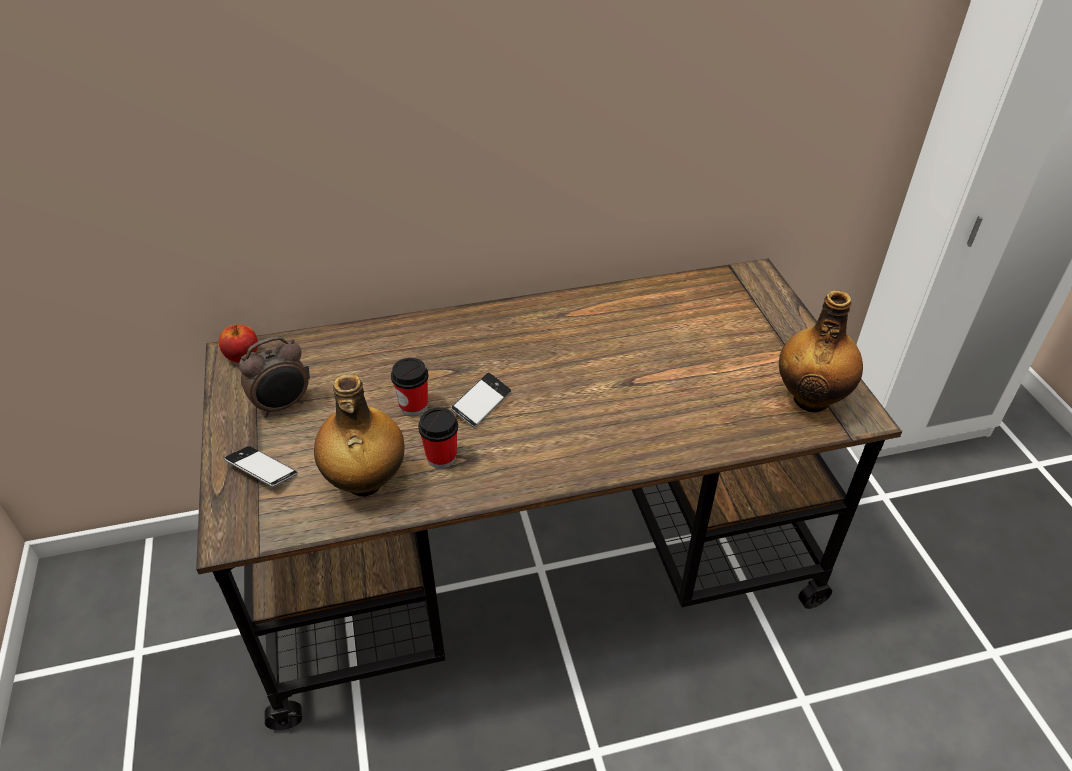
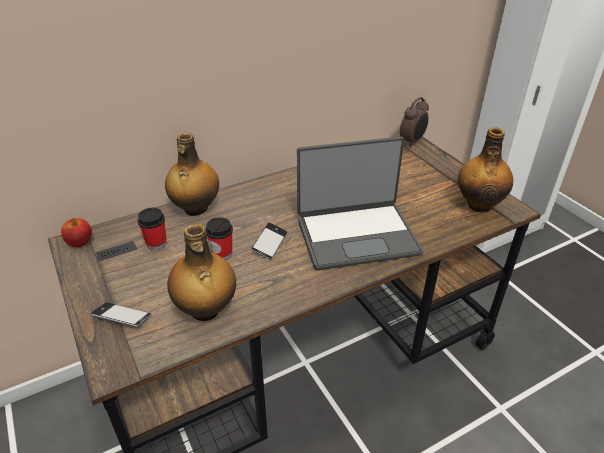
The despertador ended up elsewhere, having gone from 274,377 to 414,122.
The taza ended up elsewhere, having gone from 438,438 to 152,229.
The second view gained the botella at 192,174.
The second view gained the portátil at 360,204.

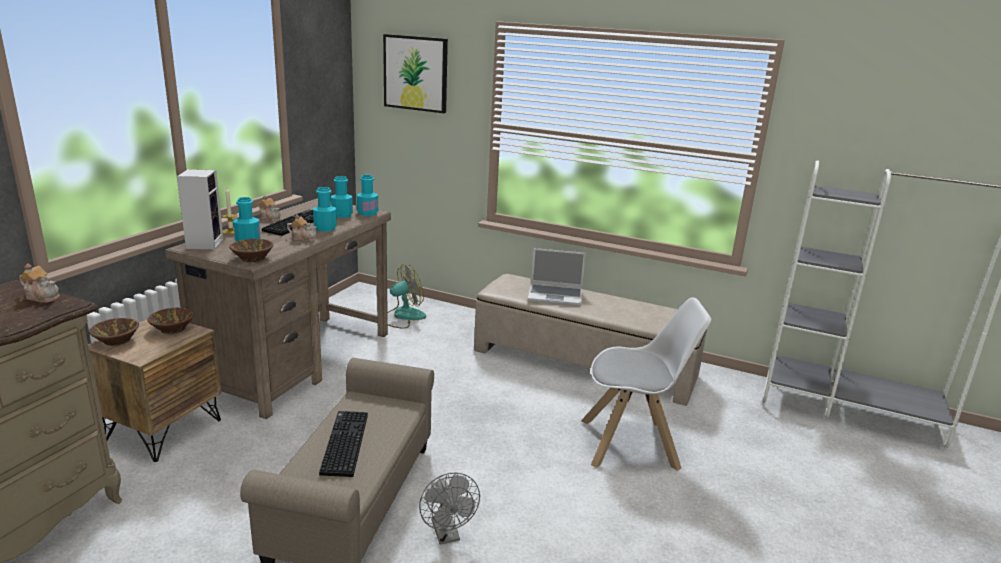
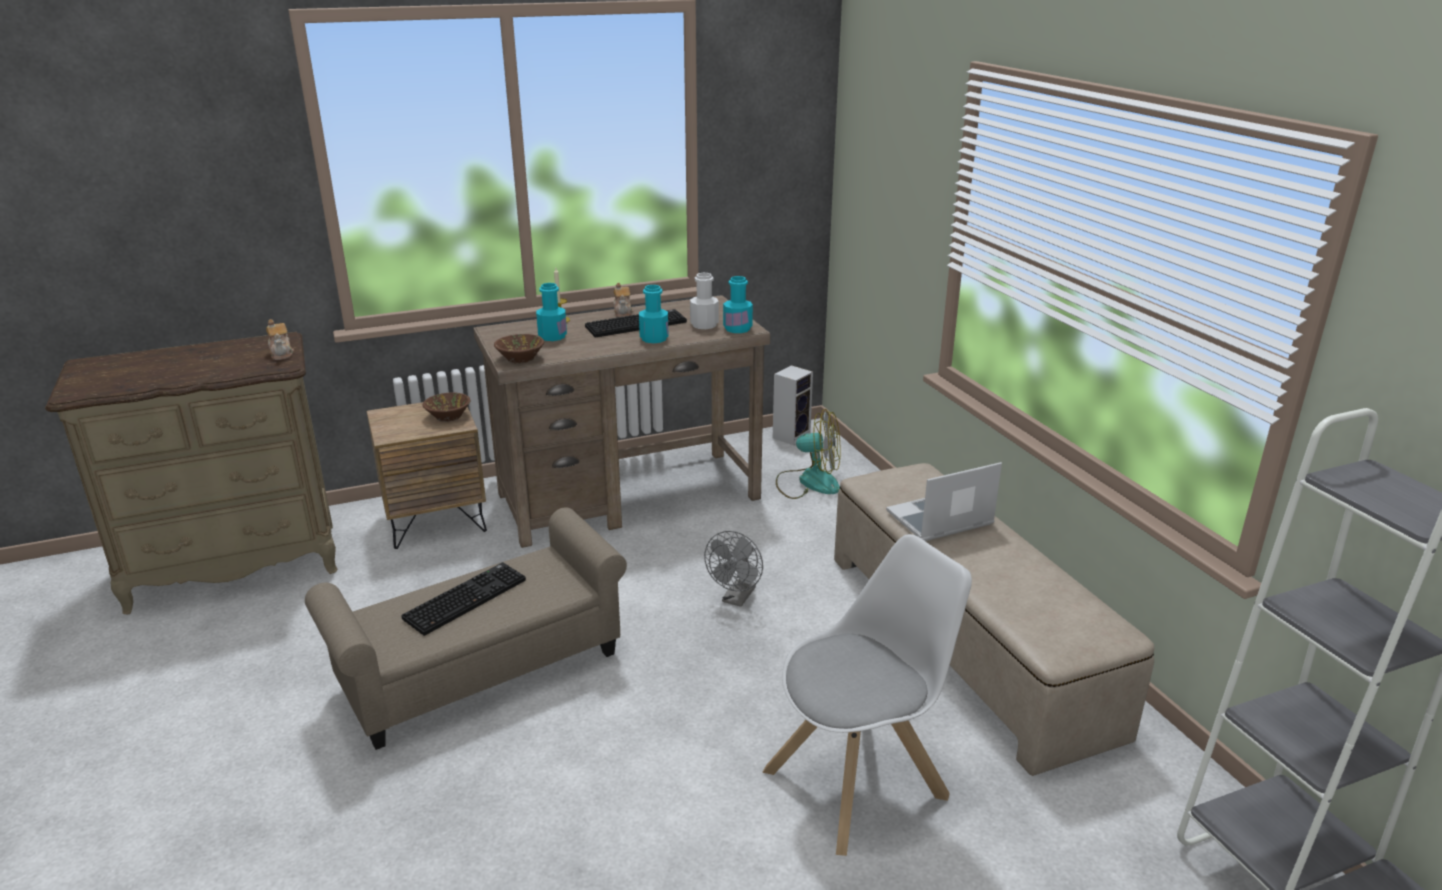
The second view lost the cuenco [marrón] at 114,332.
The altavoz ended up elsewhere, having gone from 200,209 to 793,405.
The second view lost the tetera at 302,228.
What was the botella [turquesa] at 342,197 turned into the botella [blanco] at 704,301.
The second view lost the cuadro at 415,73.
The ventilador [gris] ended up elsewhere, having gone from 449,508 to 733,569.
The portátil at 557,277 ended up facing another way, 105 degrees clockwise from before.
The silla at 646,384 ended up facing another way, 75 degrees counterclockwise from before.

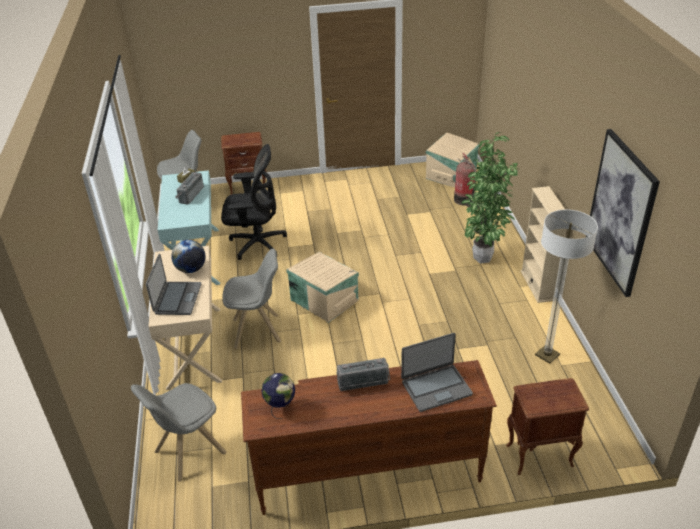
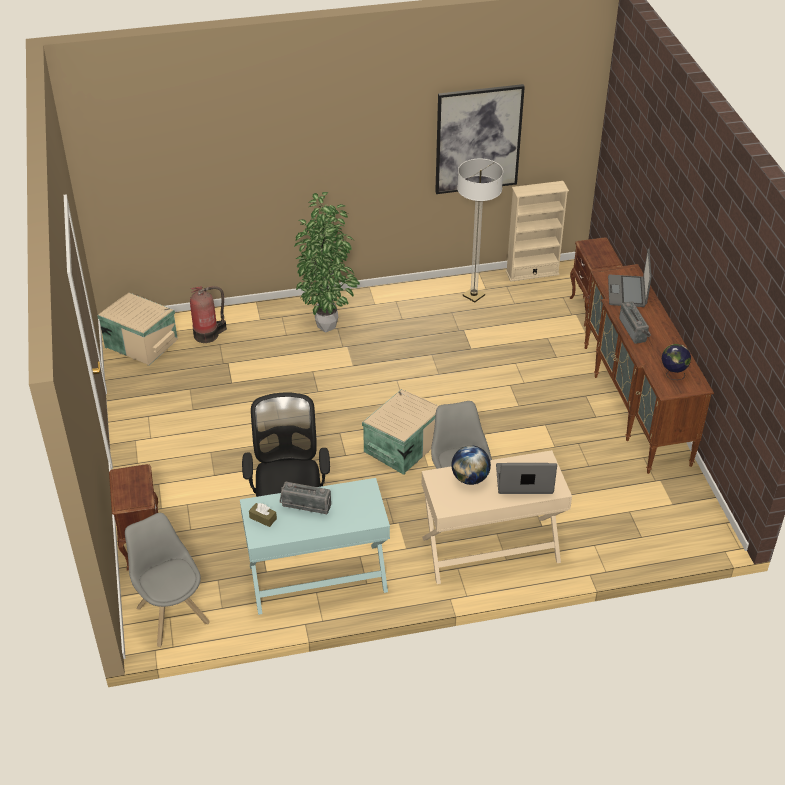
The second view lost the silla [gris] at 178,432.
The portátil at 437,372 ended up facing another way, 150 degrees counterclockwise from before.
The estantería [beis] ended up elsewhere, having gone from 544,244 to 537,231.

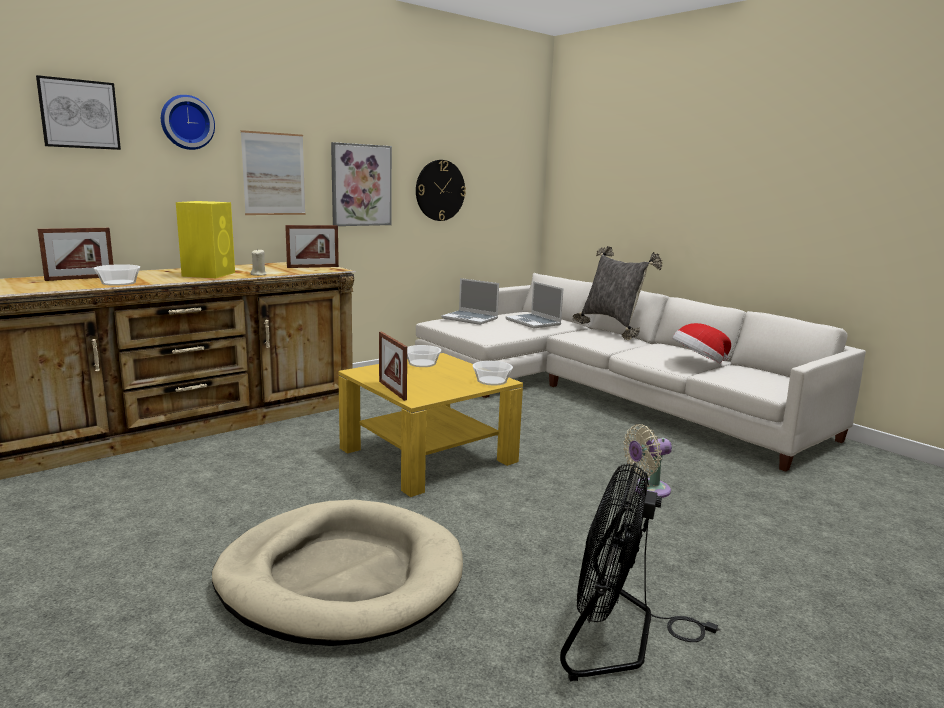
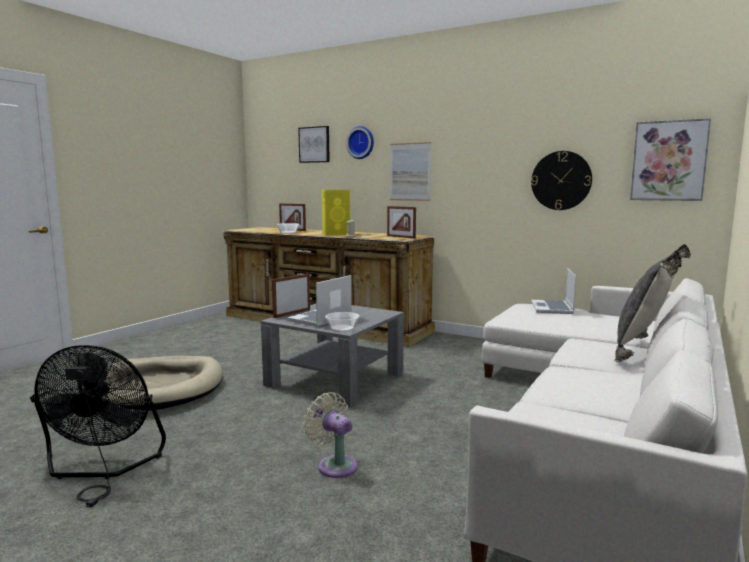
The cuadro ended up elsewhere, having gone from 361,184 to 670,159.
What was the mesa de centro [amarillo] at 430,425 turned into the mesa de centro [gris] at 332,355.
The second view lost the cuenco at 424,356.
The portátil ended up elsewhere, having gone from 534,304 to 319,301.
The second view lost the sombrero at 701,343.

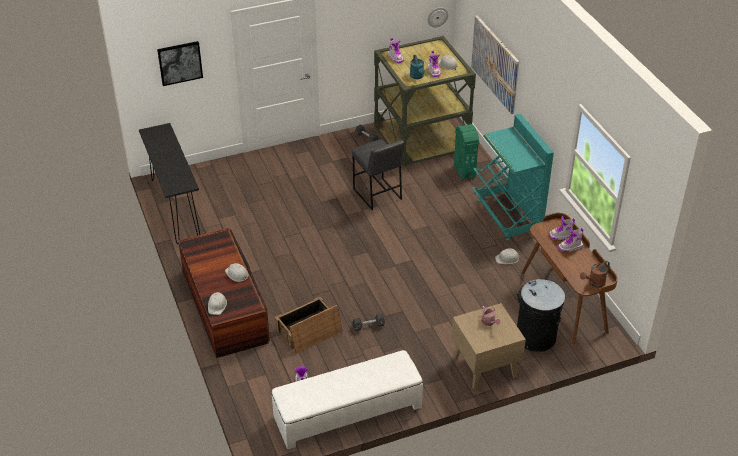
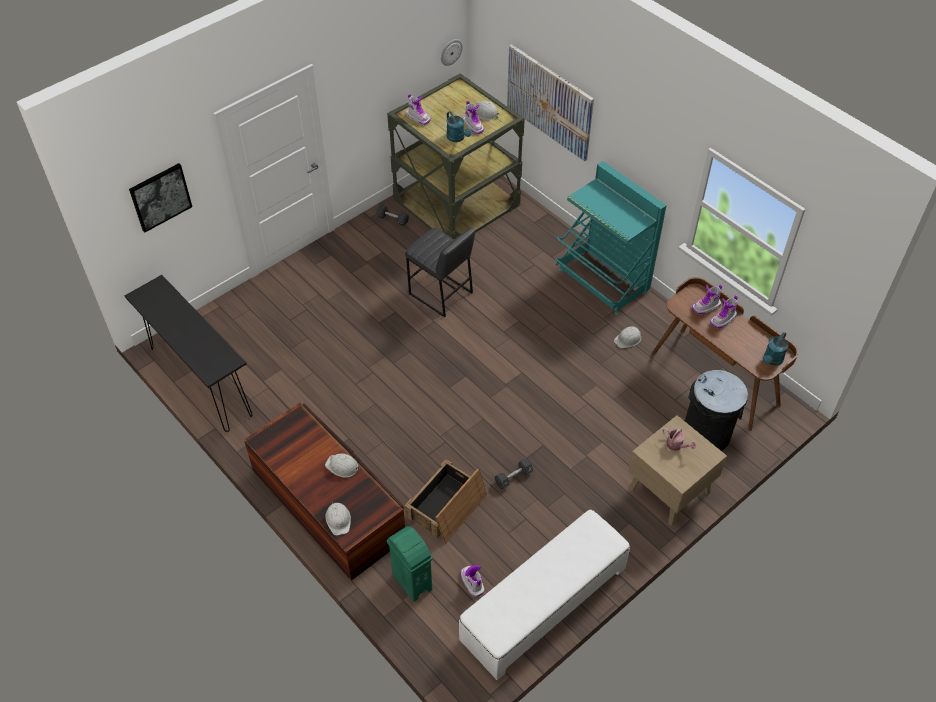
The papelera [verde] ended up elsewhere, having gone from 467,152 to 410,564.
What was the regadera [marrón] at 595,274 turned into the regadera [turquesa] at 775,348.

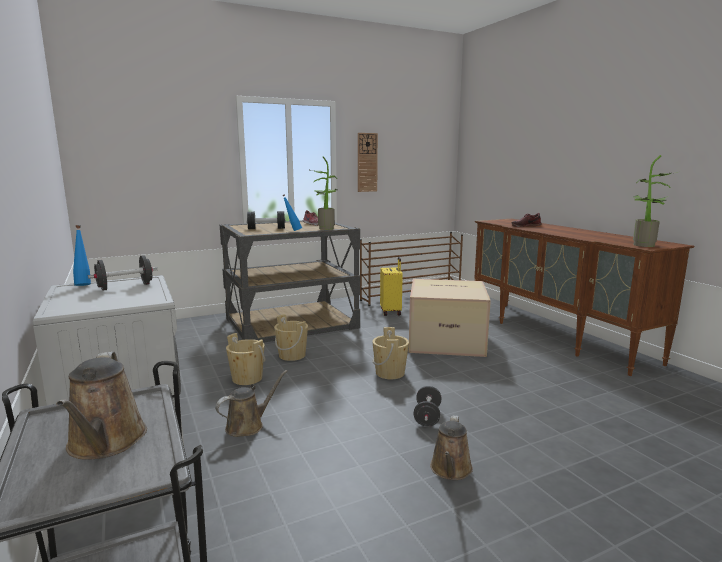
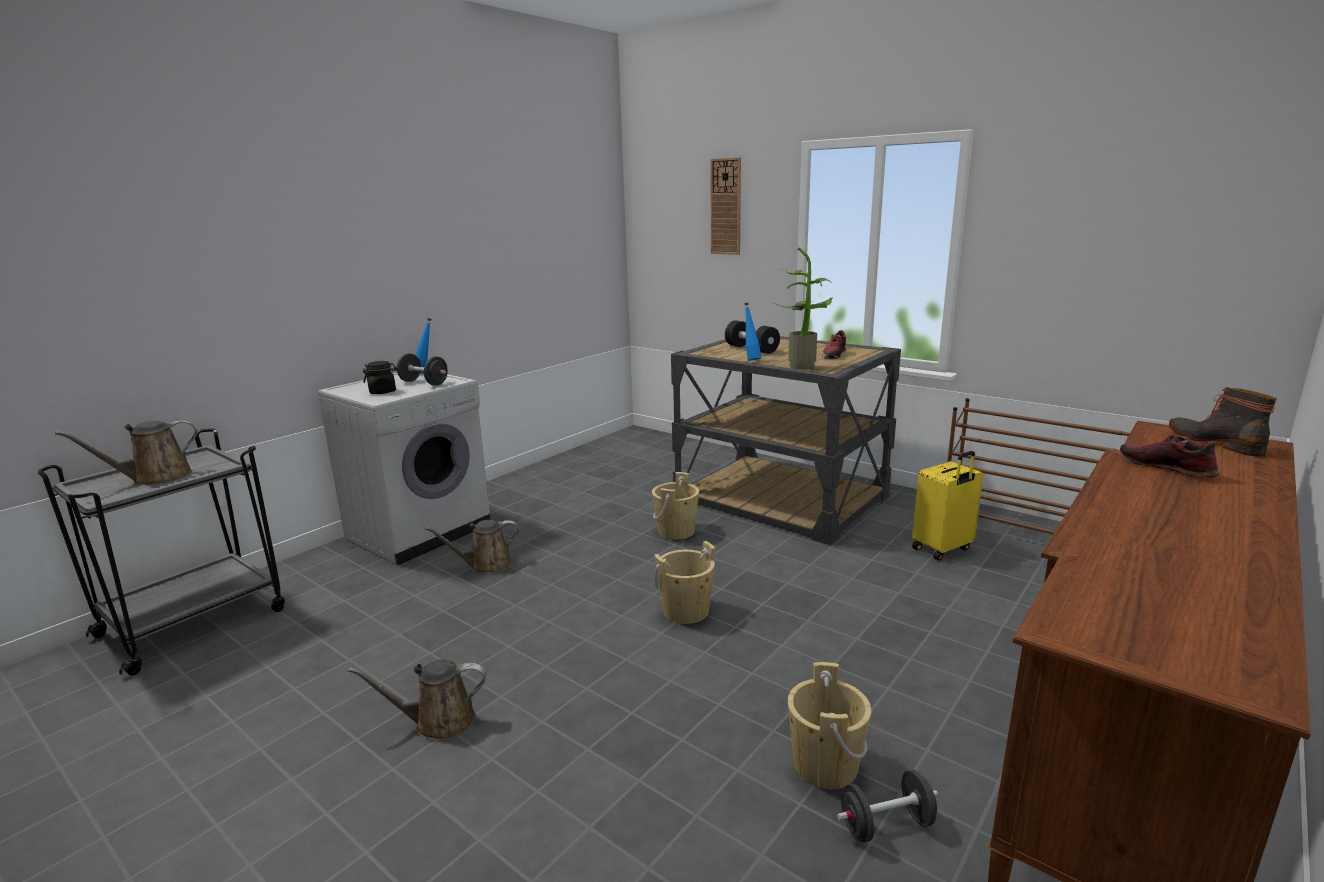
The regadera [marrón] at 251,403 ended up facing another way, 135 degrees clockwise from before.
The cubo [beis] ended up elsewhere, having gone from 246,359 to 829,725.
The reloj de pared ended up elsewhere, having gone from 368,162 to 726,206.
The second view lost the caja de cartón at 450,318.
The mancuerna [negro] ended up elsewhere, having gone from 427,406 to 887,806.
The second view lost the planta en maceta at 656,201.
The second view gained the tarro [negro] at 380,377.
The second view gained the bota at 1223,421.

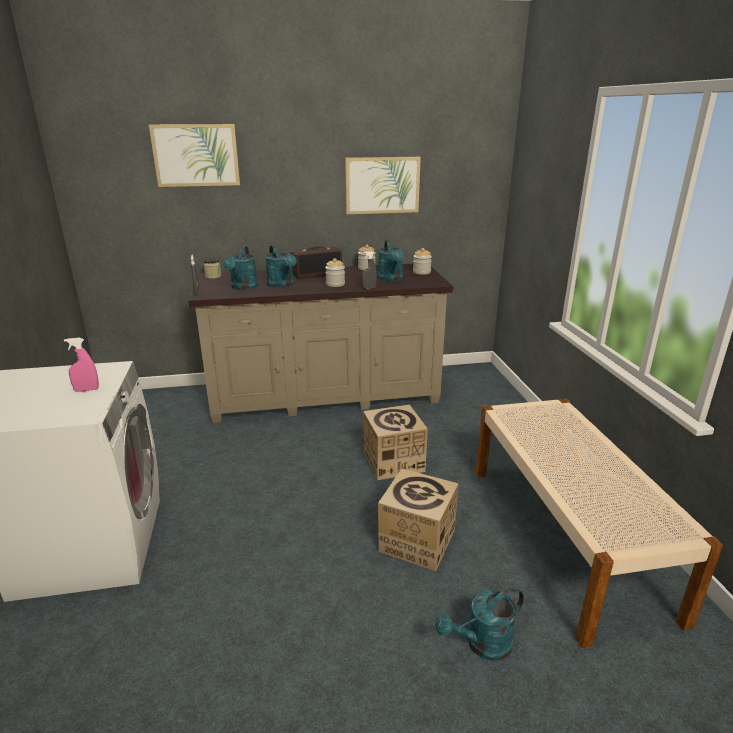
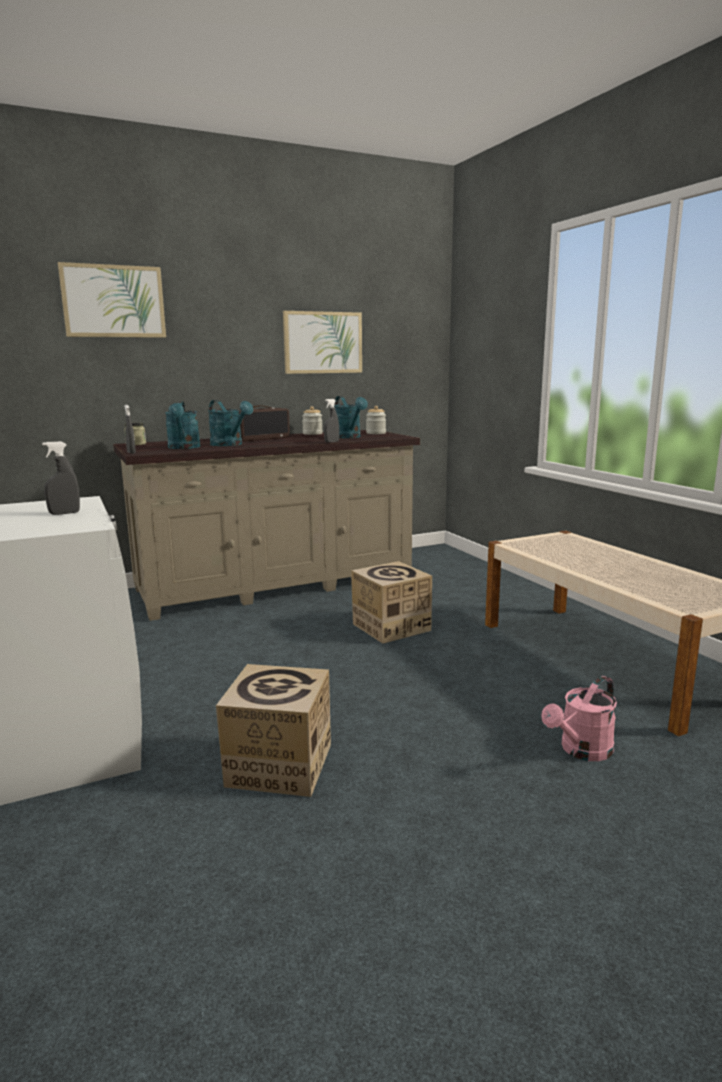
What was the pulverizador [rosa] at 81,365 turned into the pulverizador [gris] at 61,478.
The second view lost the tarro at 335,272.
The caja de cartón ended up elsewhere, having gone from 418,519 to 273,730.
What was the regadera [turquesa] at 479,623 turned into the regadera [rosa] at 579,718.

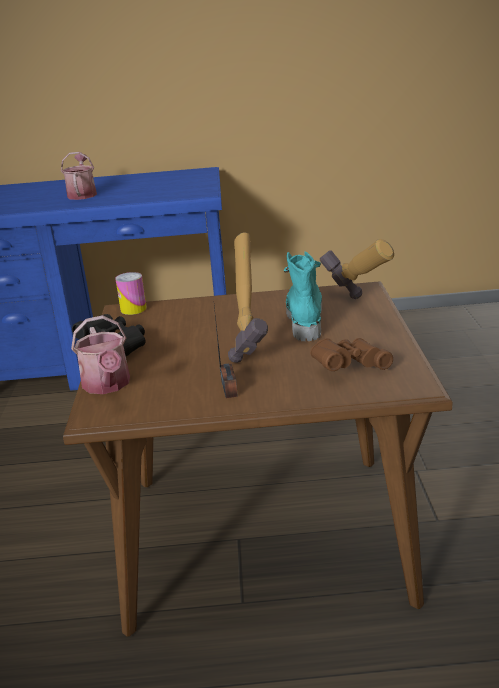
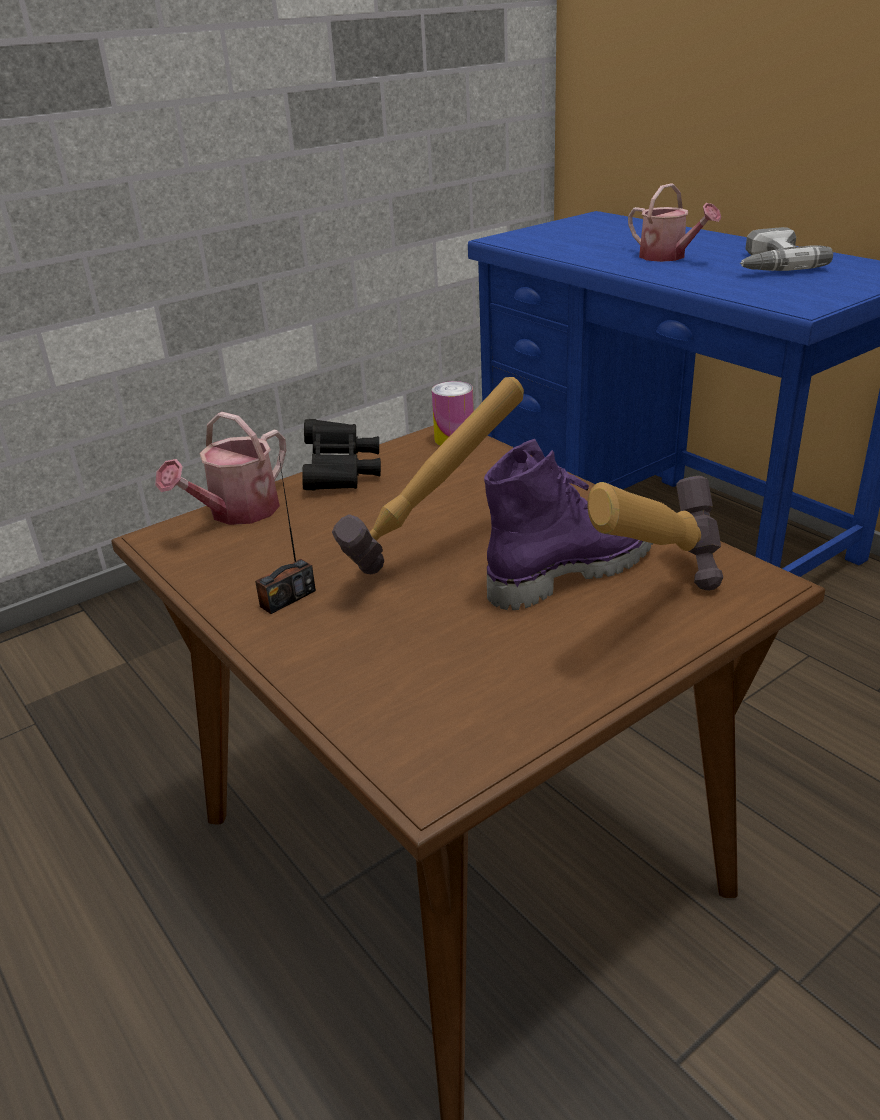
The regadera at 79,176 ended up facing another way, 90 degrees clockwise from before.
What was the bota [turquesa] at 303,296 turned into the bota [morado] at 568,524.
The second view lost the prismáticos [marrón] at 351,354.
The second view gained the taladro at 786,249.

